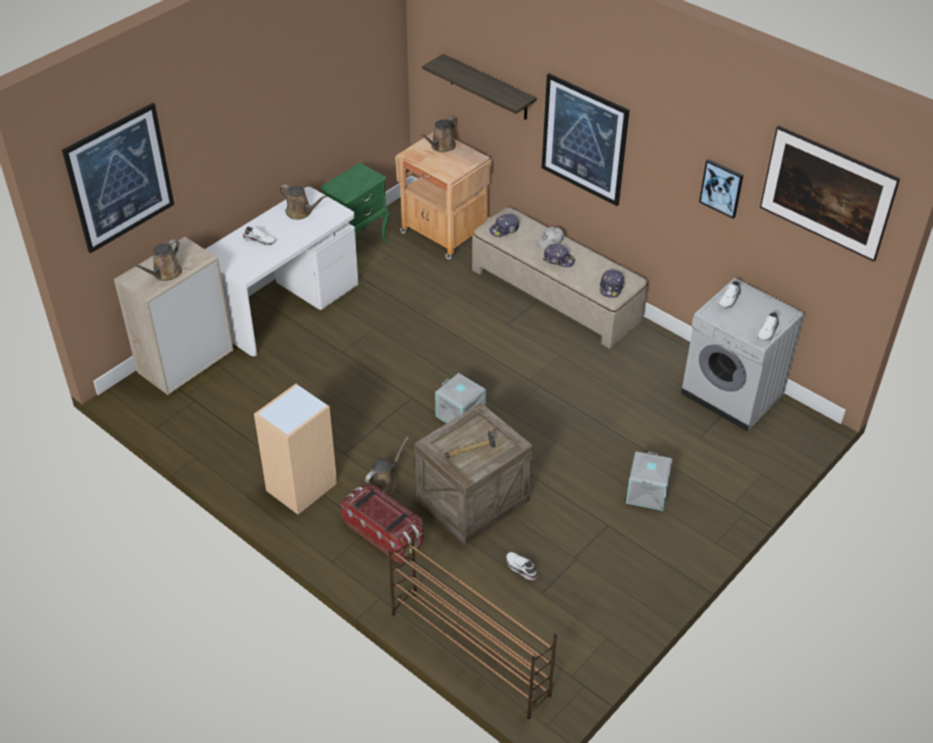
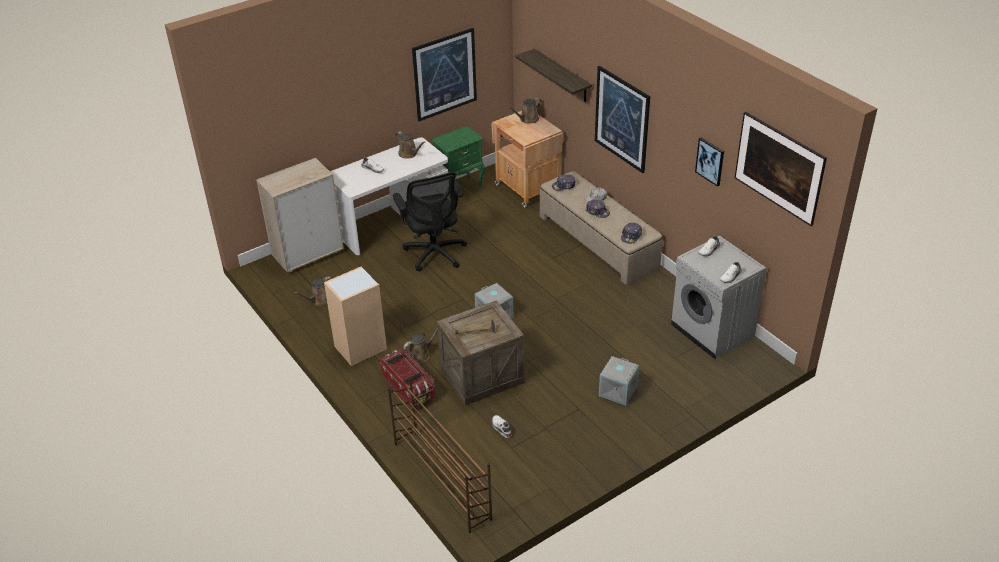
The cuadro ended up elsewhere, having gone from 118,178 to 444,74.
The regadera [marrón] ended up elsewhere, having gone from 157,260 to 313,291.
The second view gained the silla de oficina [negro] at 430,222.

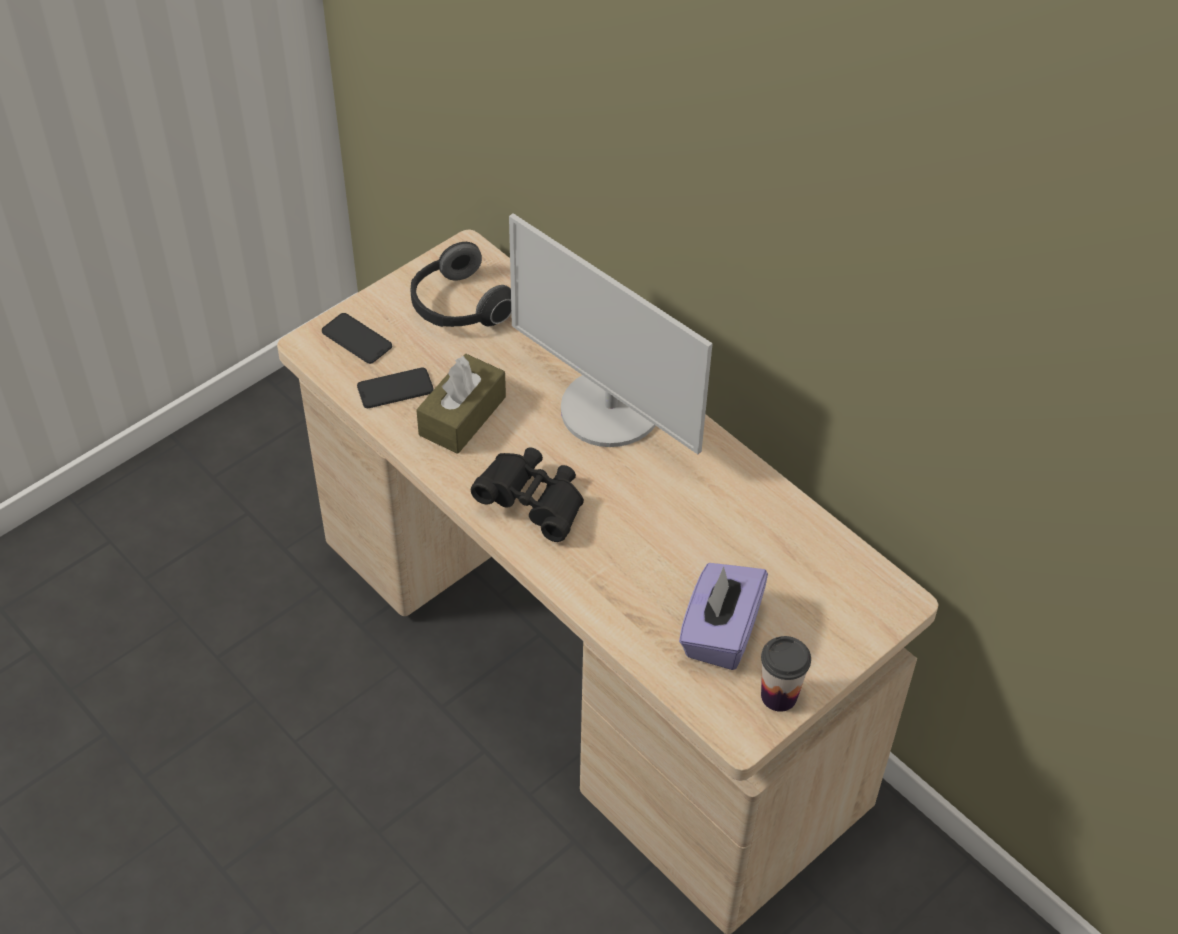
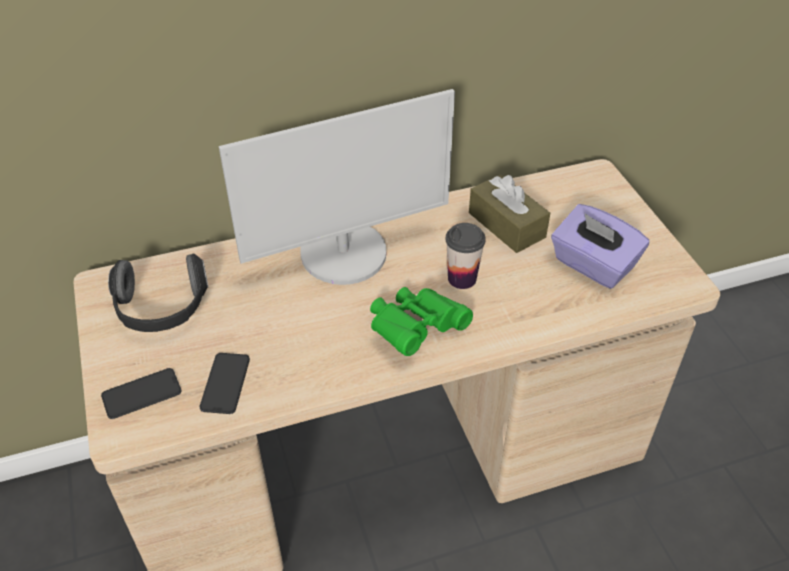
The caja de pañuelos [marrón] ended up elsewhere, having gone from 461,404 to 509,213.
What was the prismáticos [negro] at 527,495 turned into the prismáticos [verde] at 421,321.
The taza ended up elsewhere, having gone from 786,674 to 465,256.

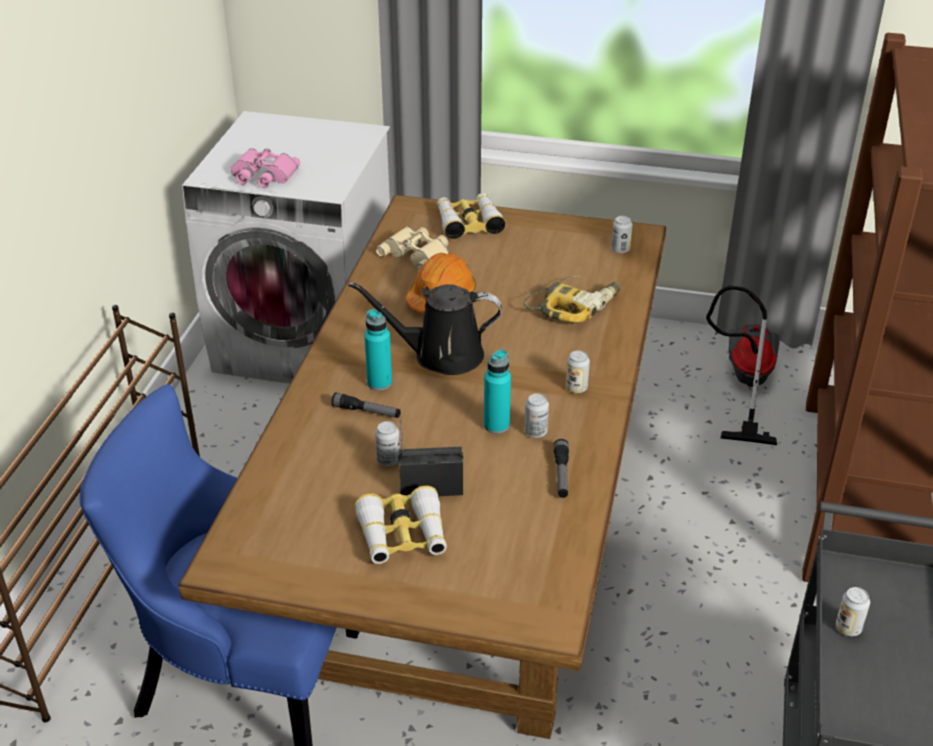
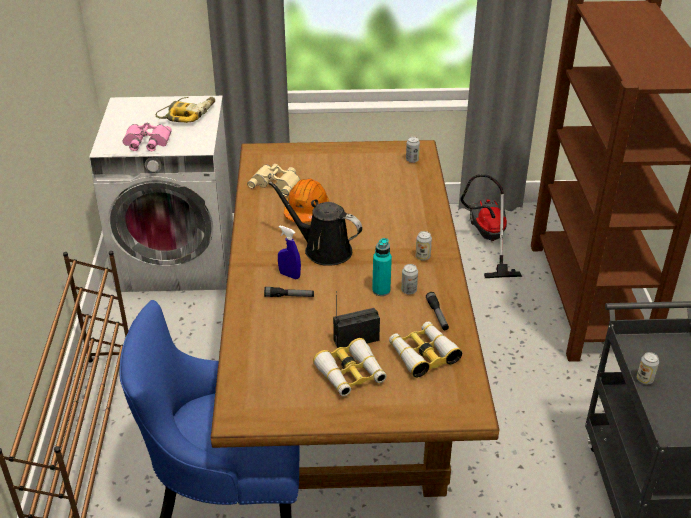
The regadera [negro] at 425,328 ended up facing another way, 45 degrees clockwise from before.
Where the botella [turquesa] stood at 378,350, the pulverizador [azul] came to stand at 289,252.
The second view lost the lata at 387,444.
The prismáticos ended up elsewhere, having gone from 471,216 to 425,350.
The taladro ended up elsewhere, having gone from 572,299 to 185,110.

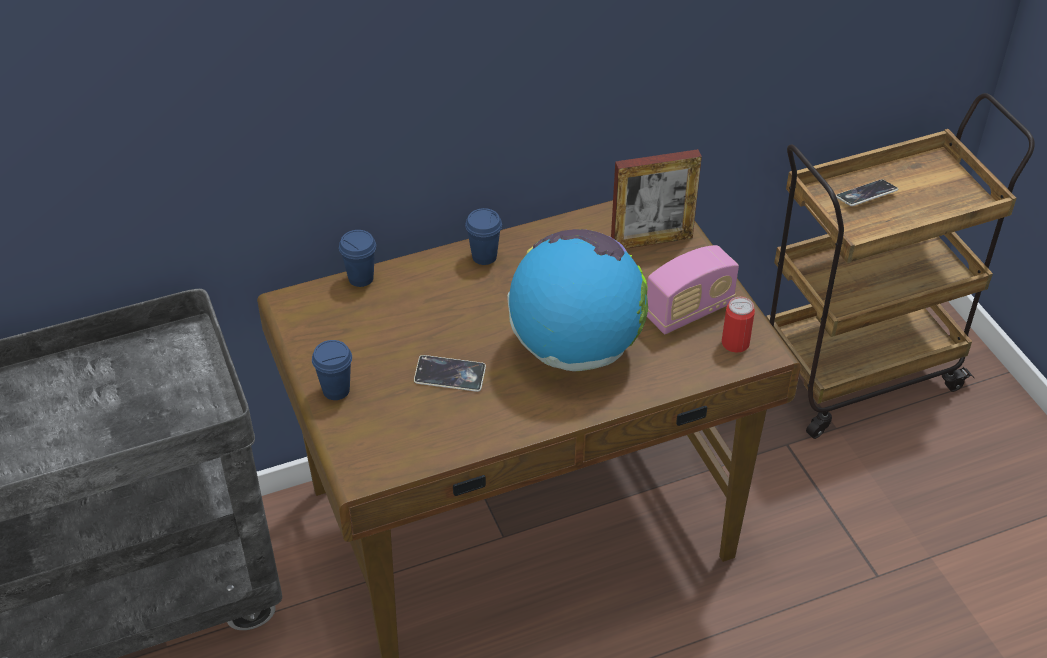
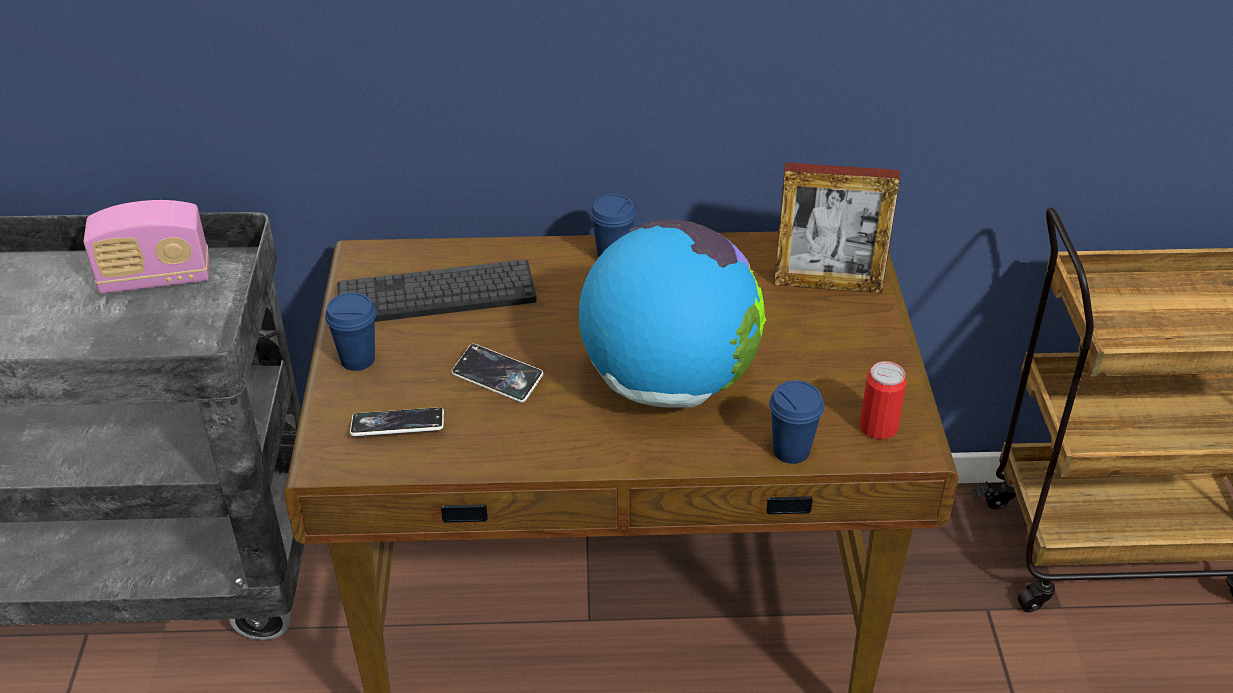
The taza [azul] ended up elsewhere, having gone from 357,258 to 796,422.
The radio ended up elsewhere, having gone from 693,289 to 146,247.
The móvil ended up elsewhere, having gone from 867,192 to 397,421.
The second view gained the teclado at 437,291.

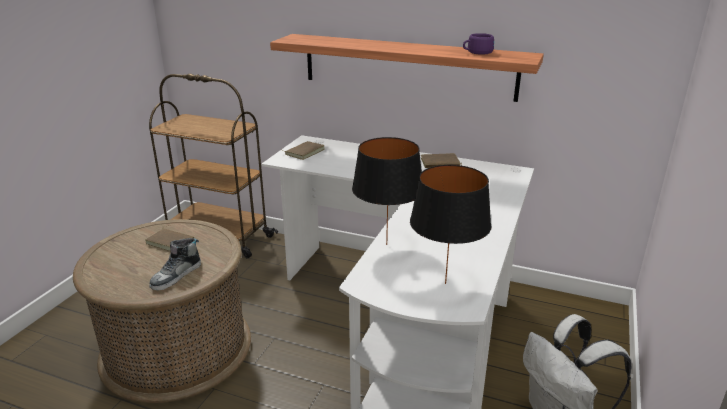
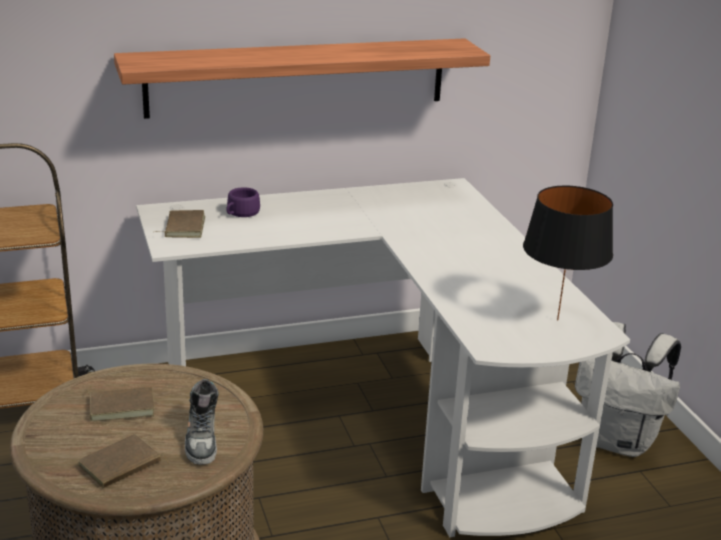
The second view lost the lámpara de mesa [negro] at 387,191.
The libro [marrón] ended up elsewhere, having gone from 441,160 to 123,461.
The taza [morado] ended up elsewhere, having gone from 478,44 to 243,202.

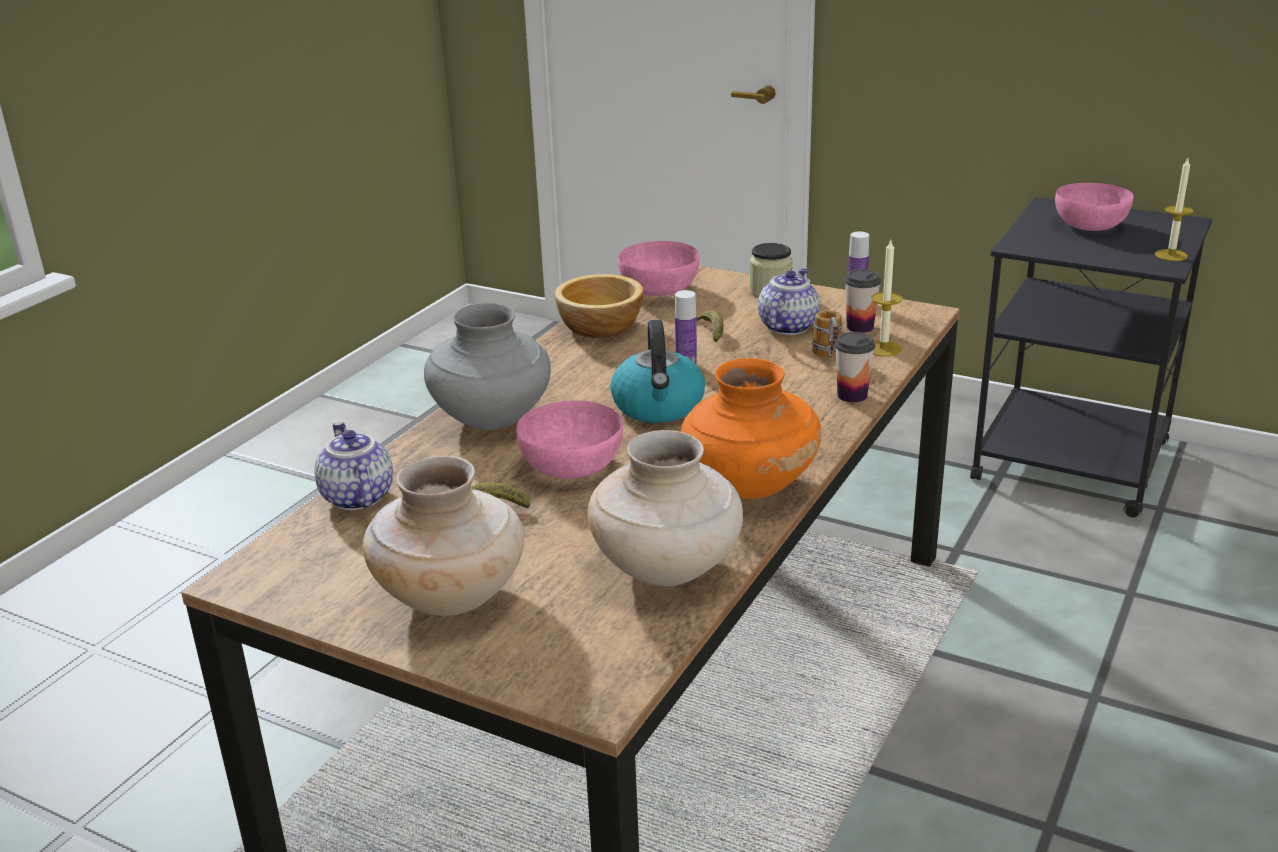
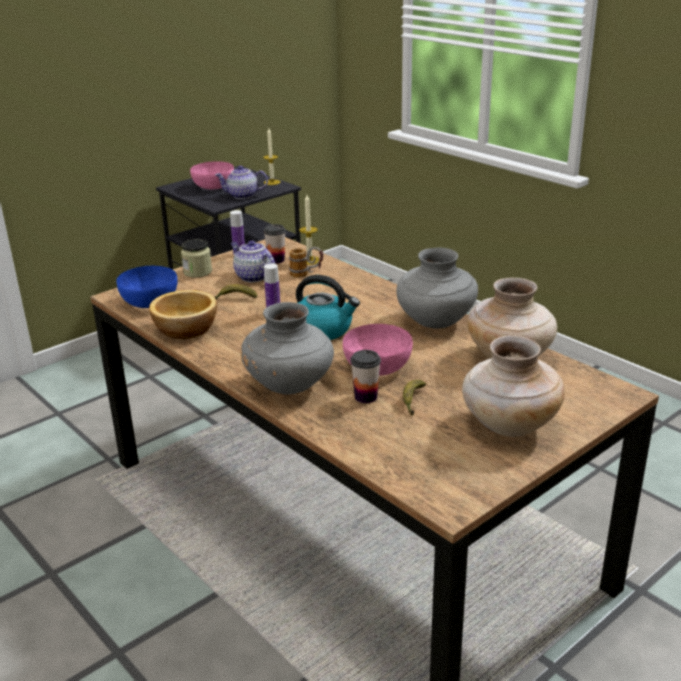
The tetera ended up elsewhere, having gone from 353,466 to 241,182.
What was the cuenco [rosa] at 658,268 turned into the cuenco [azul] at 147,287.
What was the florero [naranja] at 751,428 turned into the florero [gris] at 437,288.
The taza ended up elsewhere, having gone from 855,367 to 365,376.

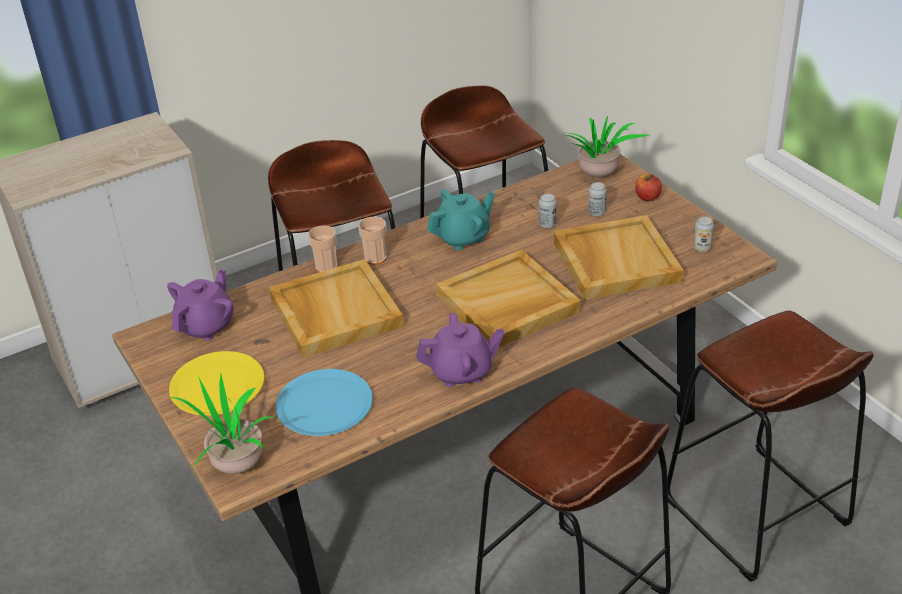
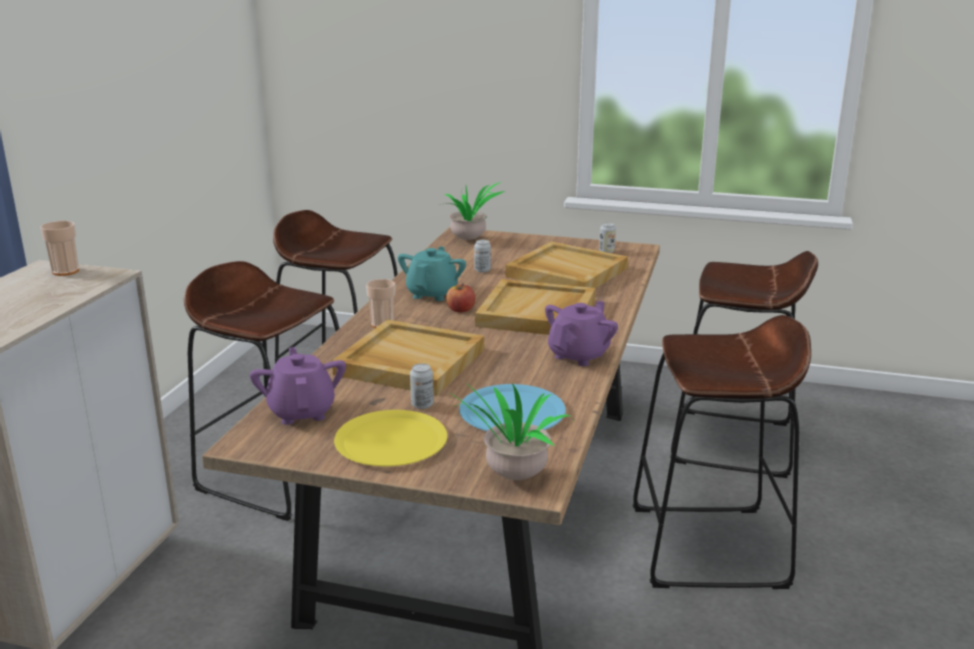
The taza ended up elsewhere, having gone from 322,249 to 59,248.
The lata ended up elsewhere, having gone from 597,199 to 422,386.
The manzana ended up elsewhere, having gone from 648,187 to 460,298.

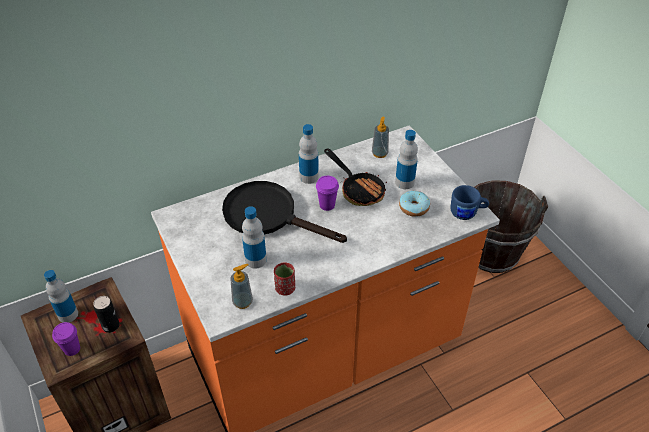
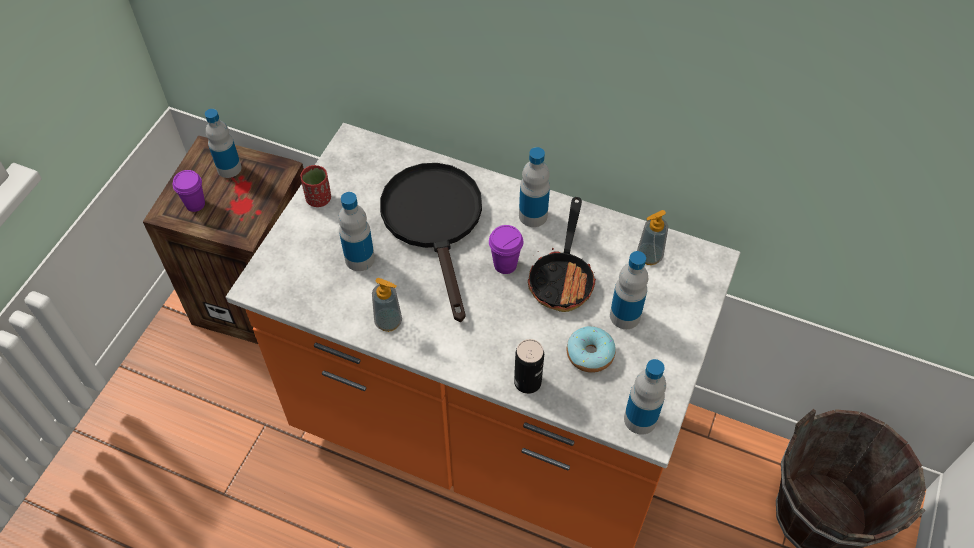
The lata ended up elsewhere, having gone from 106,314 to 529,366.
The dispensador de jabón ended up elsewhere, having gone from 241,286 to 387,305.
The taza [rojo] ended up elsewhere, having gone from 284,278 to 315,186.
Where the taza grande [azul] stood at 470,202, the botella came to stand at 645,397.

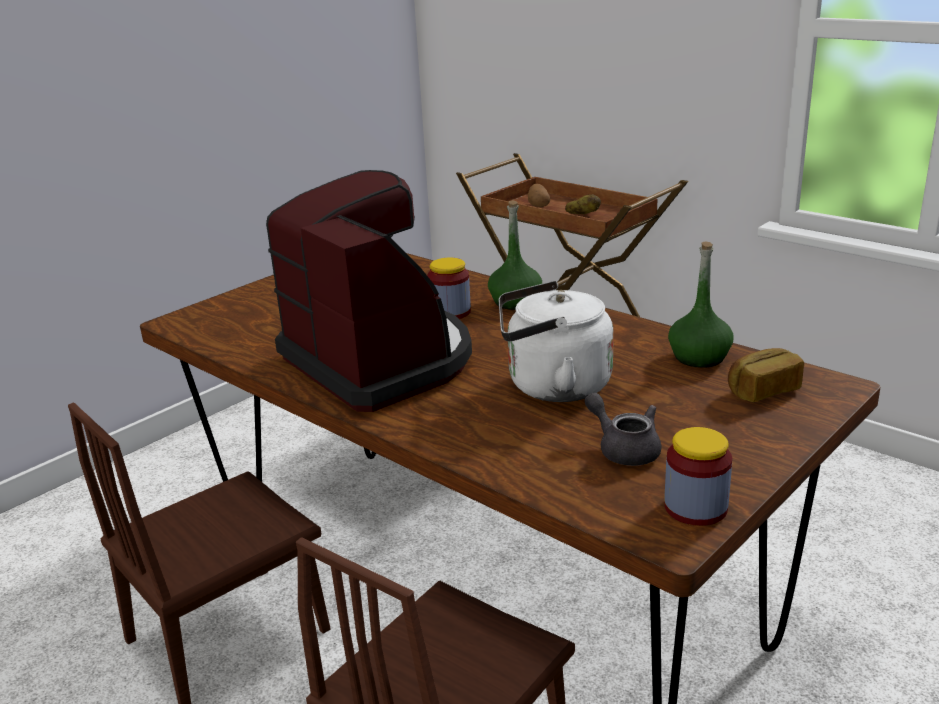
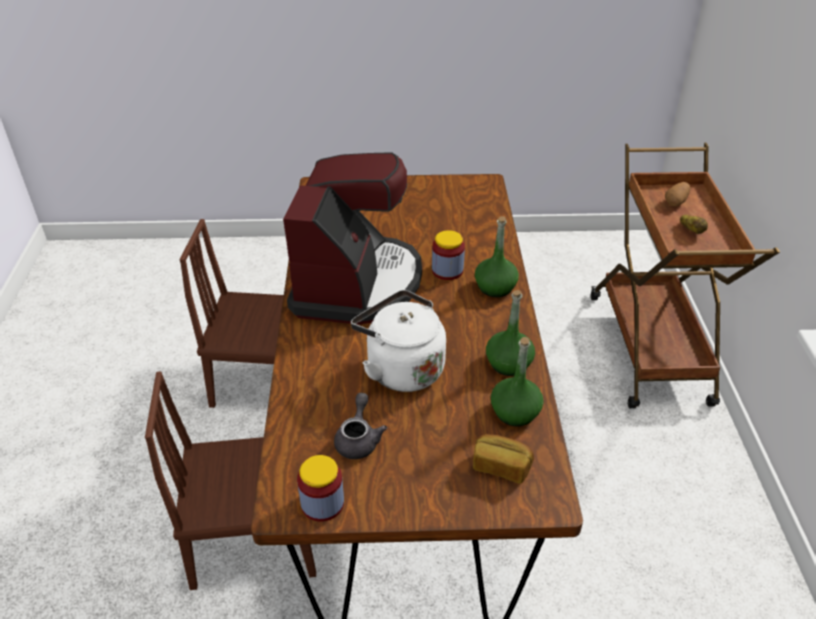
The second view gained the botella [verde] at 510,333.

